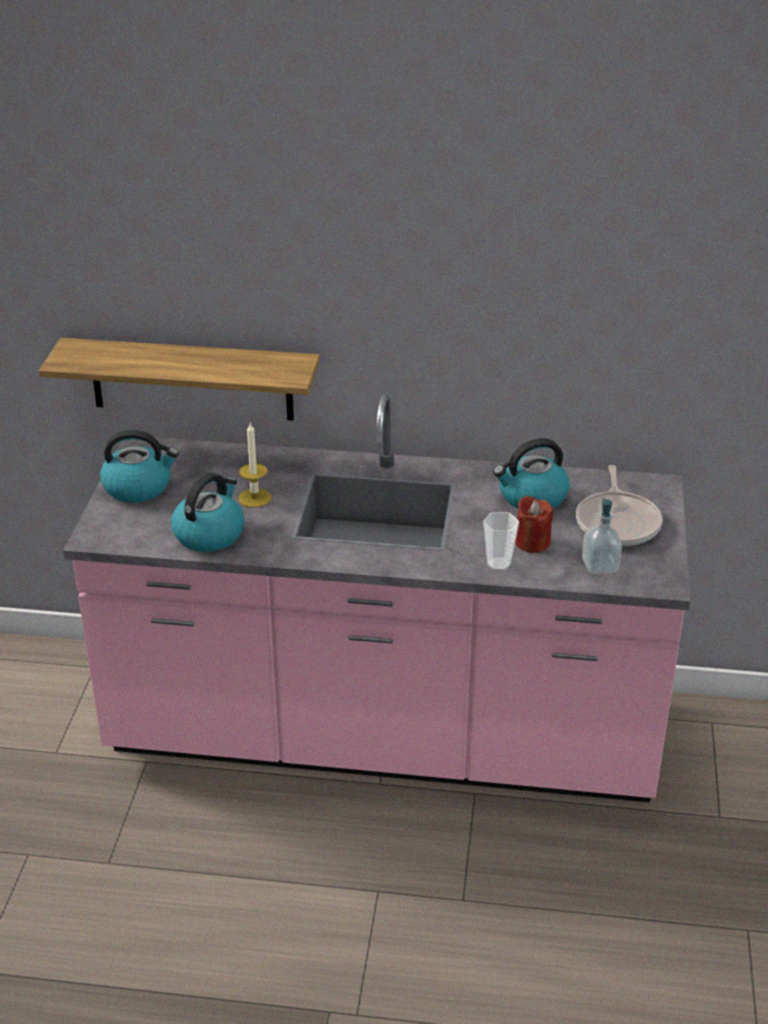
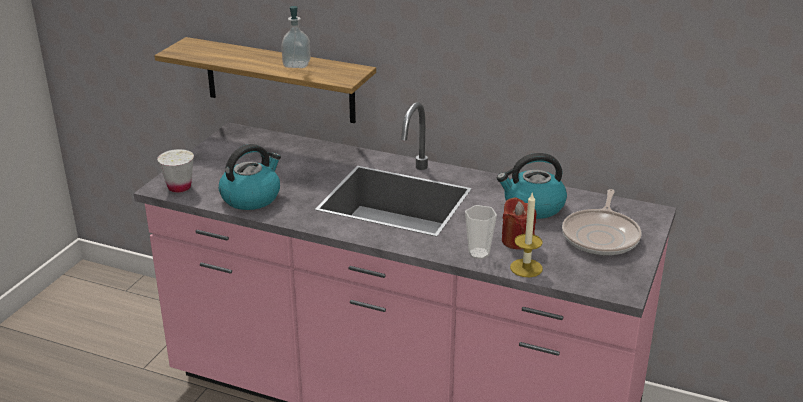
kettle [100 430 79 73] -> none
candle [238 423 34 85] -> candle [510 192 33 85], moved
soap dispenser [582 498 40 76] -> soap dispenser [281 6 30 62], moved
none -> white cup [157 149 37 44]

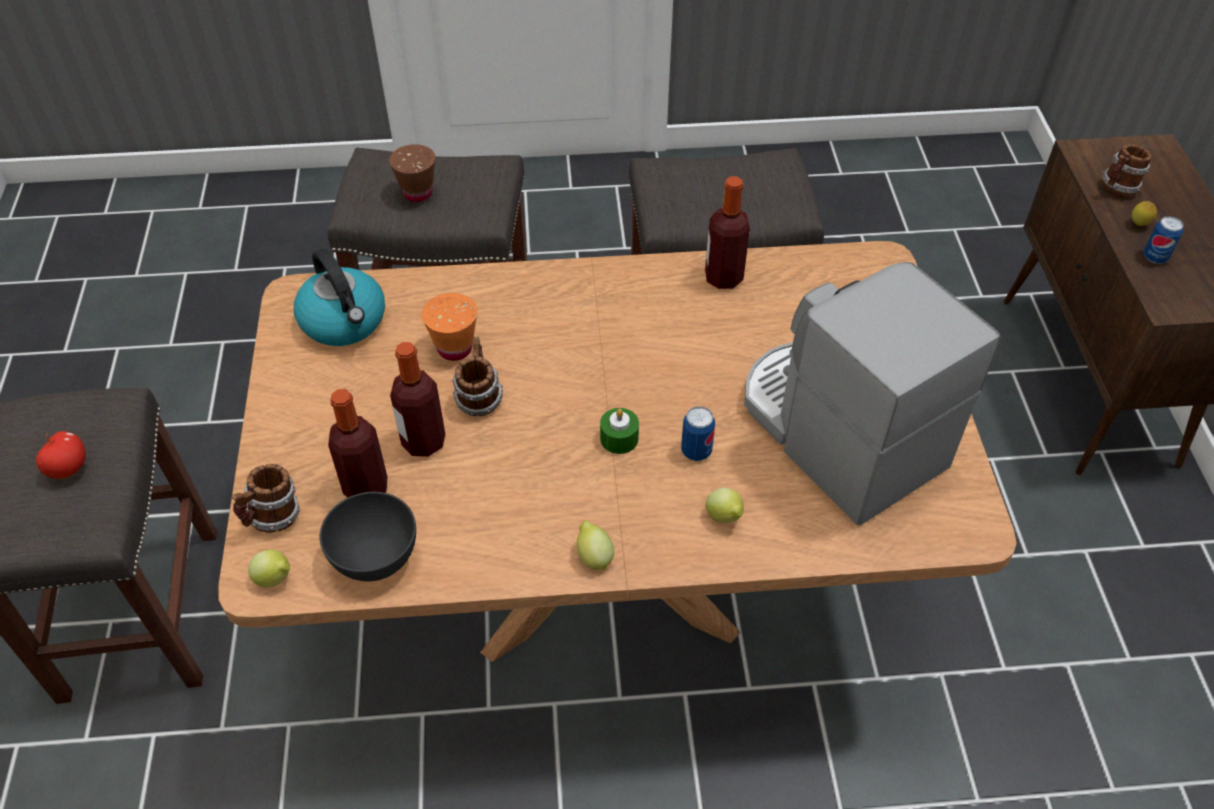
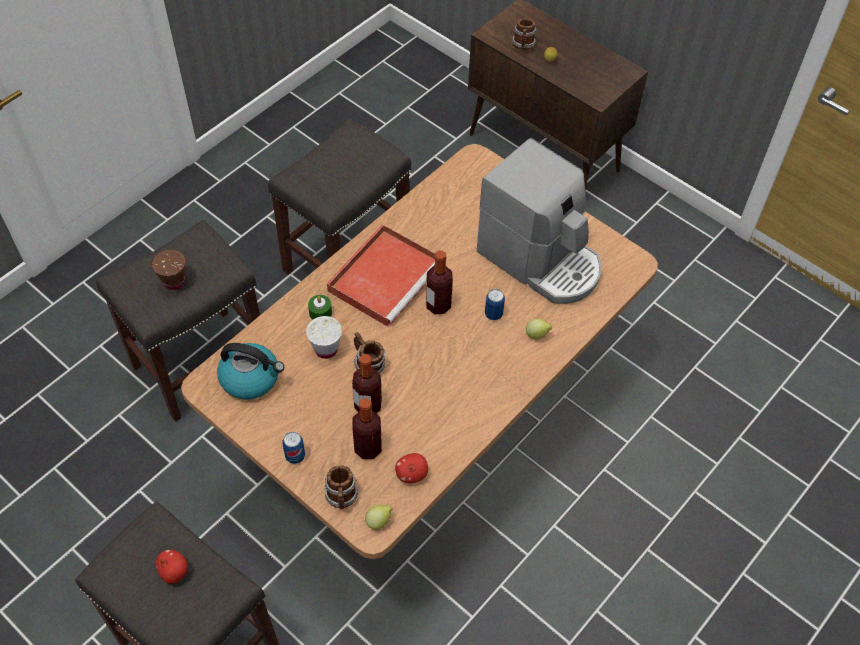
grey bowl [320 492 96 89] -> apple [395 453 33 30]
orange cup [422 293 55 68] -> white cup [306 316 36 43]
lemon [576 520 38 50] -> none
green candle [600 408 39 46] -> green candle [308 295 24 25], moved
bottle [705 176 45 113] -> bottle [426 251 27 63], moved
coffee machine [744 262 257 263] -> coffee machine [477 138 124 166], 150 degrees counterclockwise
can [1143 216 41 48] -> can [282 432 23 32], moved
none -> red tray [327 224 108 103]

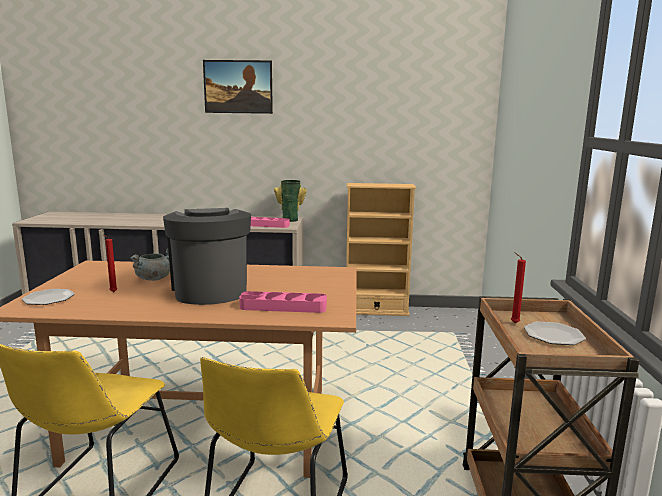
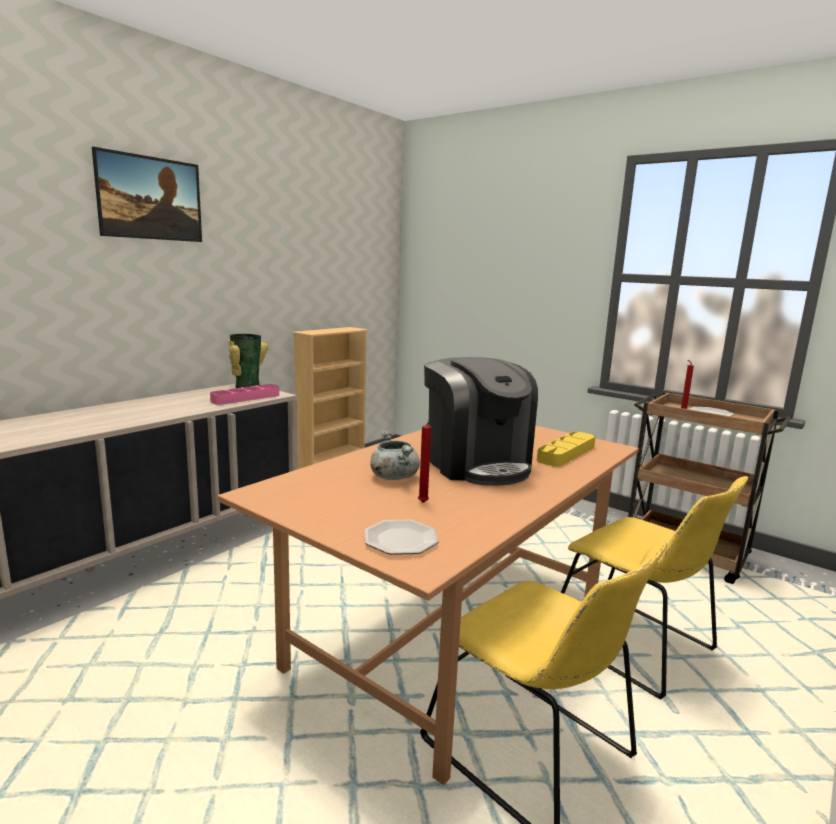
coffee machine [163 208 88 97] -> coffee machine [424 357 114 129], 135 degrees counterclockwise
pink tray [239 291 88 22] -> yellow tray [537 432 59 35]

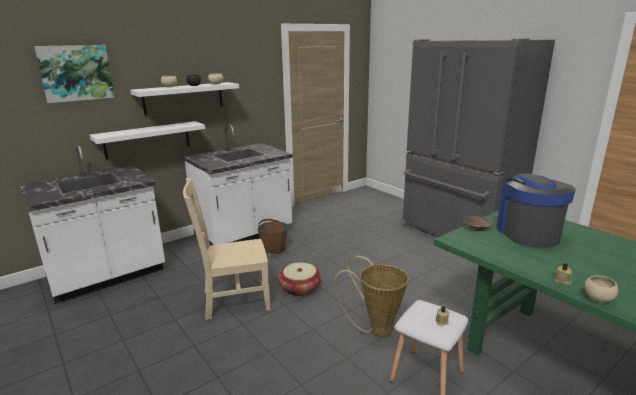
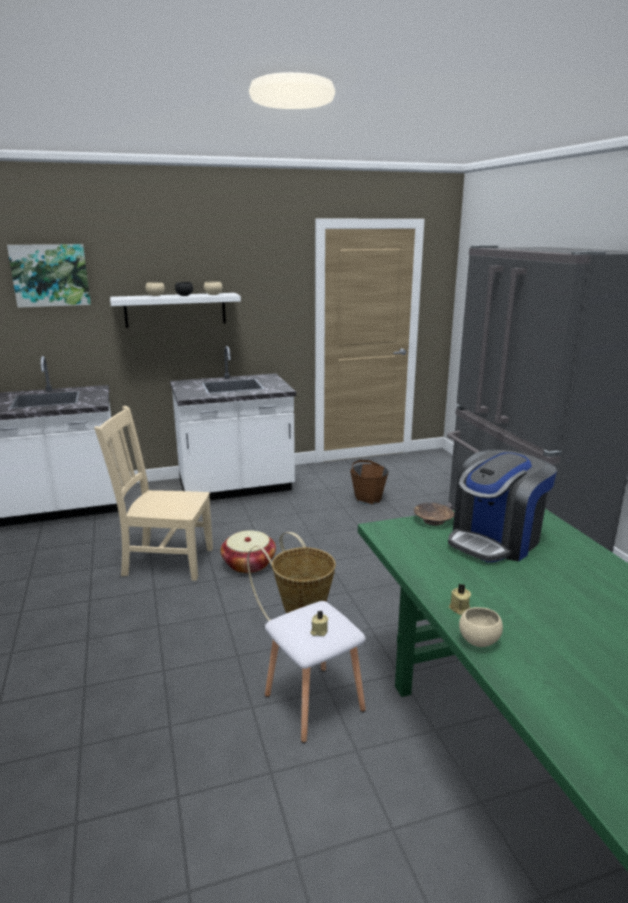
white shelf [90 121 115 38] -> none
brown bucket [258 219 30 36] -> brown bucket [350 460 39 45], moved
coffee machine [496 172 80 76] -> coffee machine [448 450 109 112], 150 degrees counterclockwise

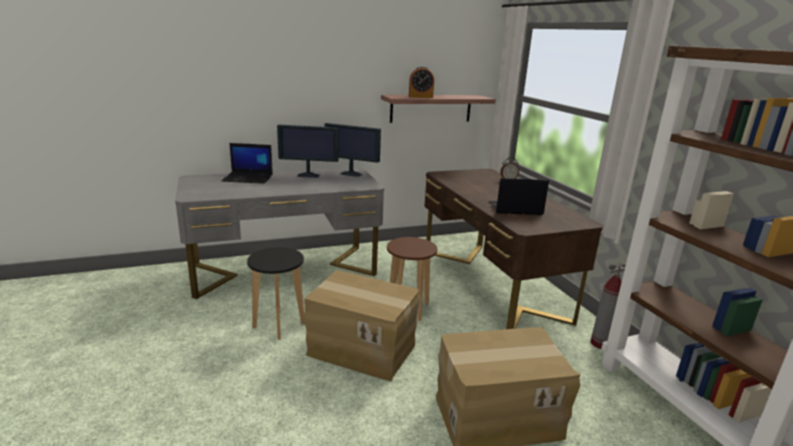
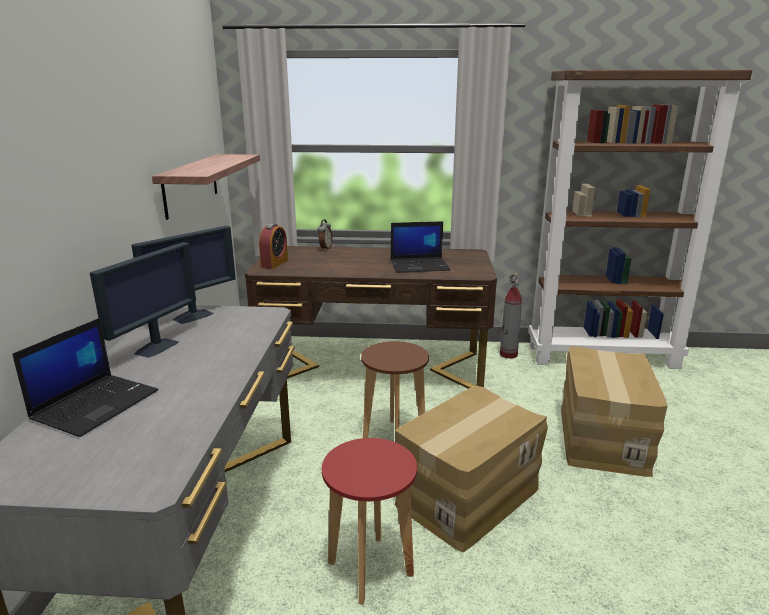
black stool [247 247 58 93] -> red stool [322 438 95 167]
alarm clock [409 66 25 32] -> alarm clock [259 224 29 45], moved
laptop [489 178 60 37] -> laptop [391 221 60 52], 120 degrees counterclockwise

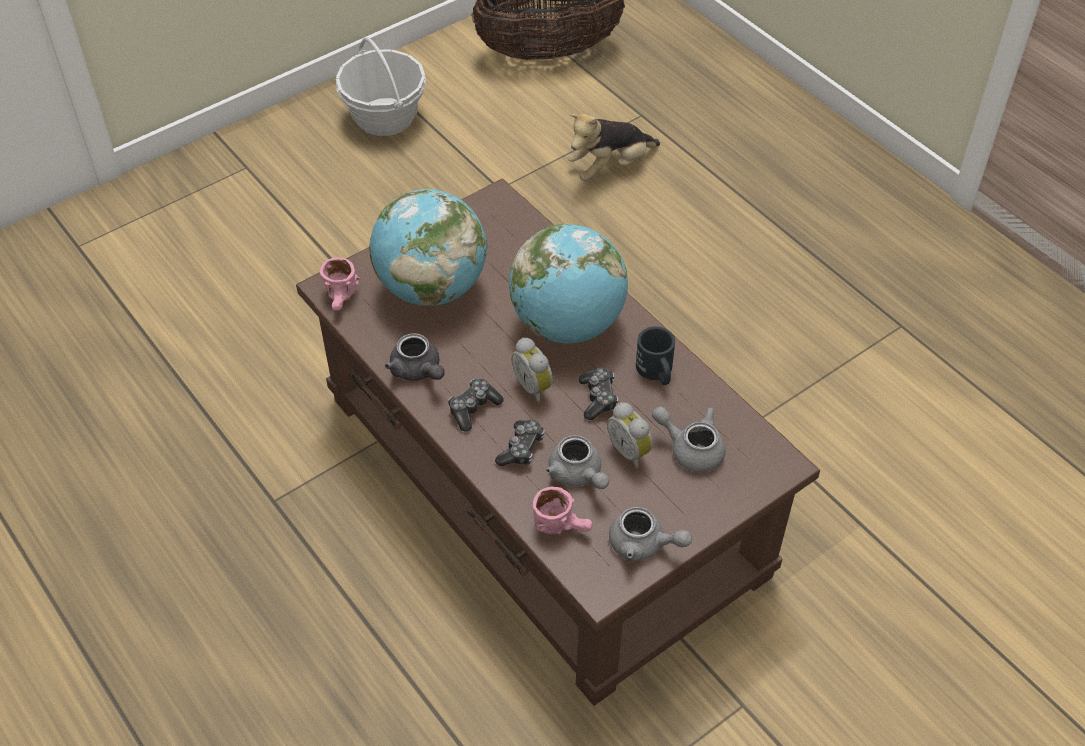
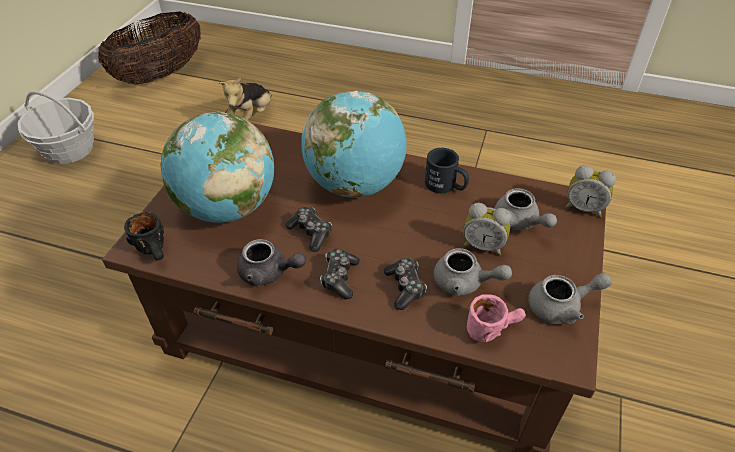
pink mug [320 257 40 54] -> black mug [124 212 40 49]
alarm clock [511 338 42 65] -> alarm clock [565 165 51 52], moved
game controller [579 367 39 53] -> game controller [285 207 47 45], moved
grey teapot [652 406 73 66] -> grey teapot [494 188 63 42], 120 degrees counterclockwise

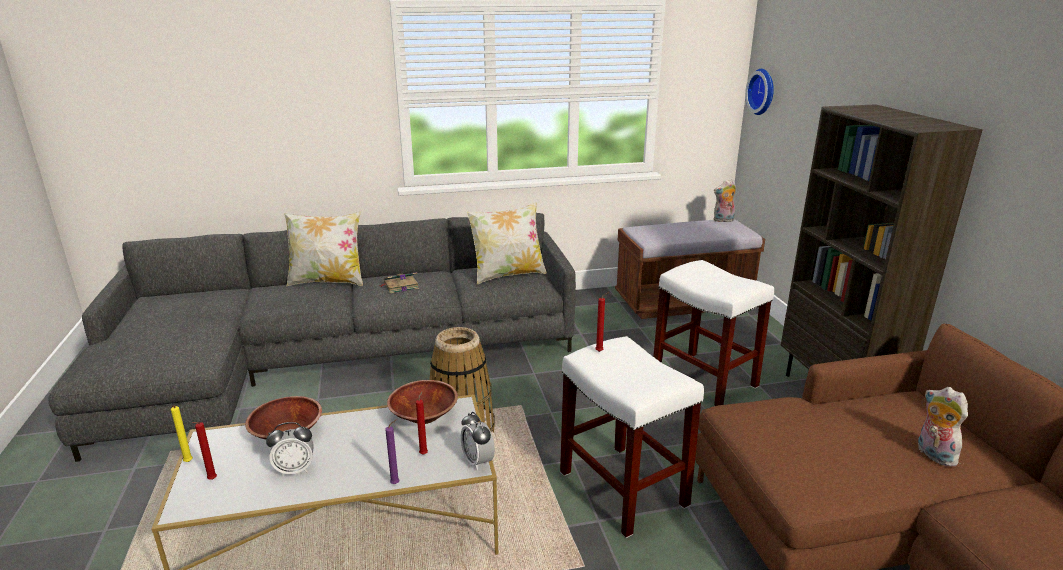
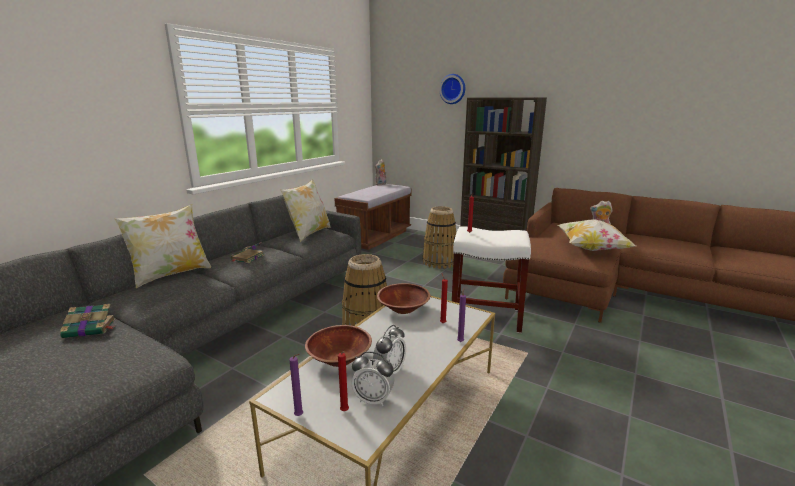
yellow candle [171 405 22 57] -> purple candle [289 354 14 62]
alarm clock [461 412 34 59] -> alarm clock [351 352 44 55], moved
white stool [653 260 121 146] -> basket [422 206 34 63]
wall clock [745 69 29 46] -> wall clock [439 74 26 30], moved
none -> book [60 304 56 34]
none -> pillow [558 219 78 32]

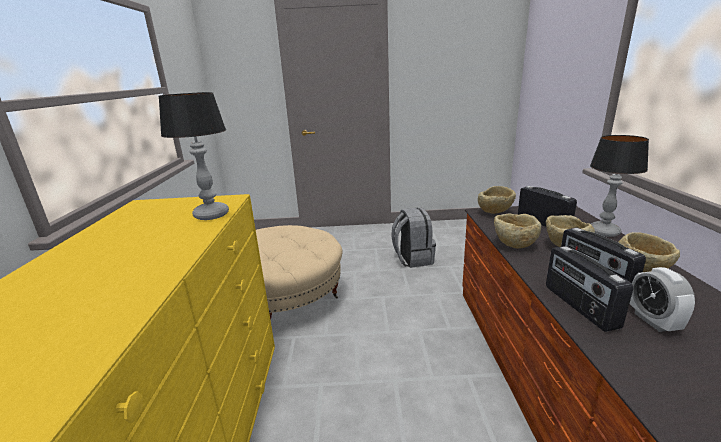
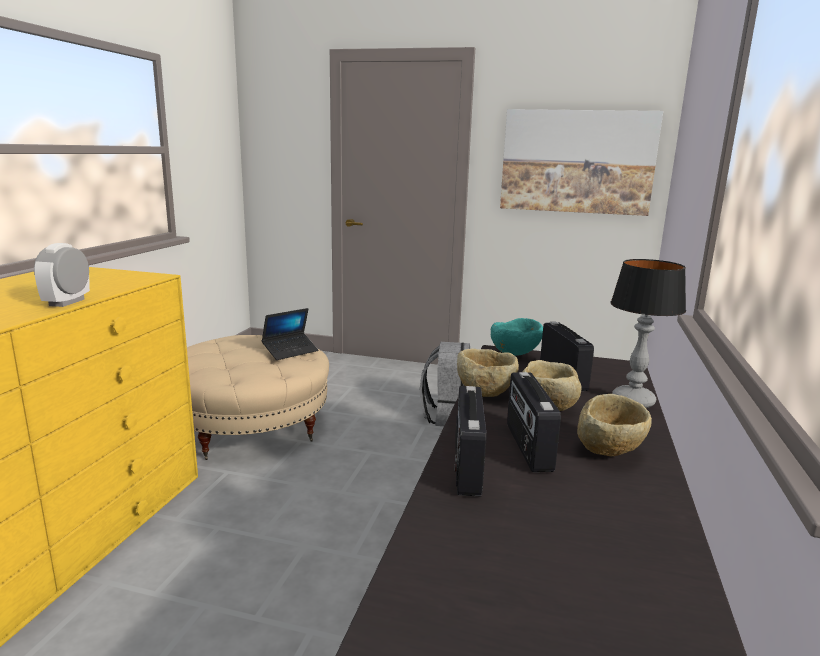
table lamp [159 92 70 128] -> none
beige bowl [478 186 38 28] -> turquoise bowl [491 318 52 38]
alarm clock [629 267 66 65] -> alarm clock [34 243 56 64], moved
none -> laptop [262 308 56 52]
none -> picture [500 109 163 107]

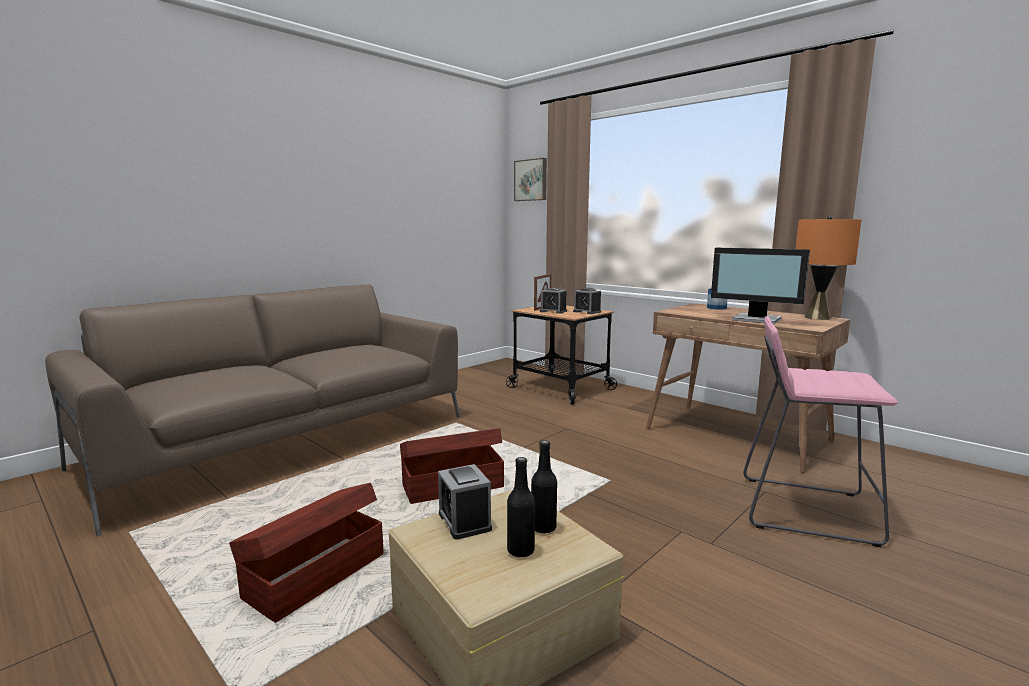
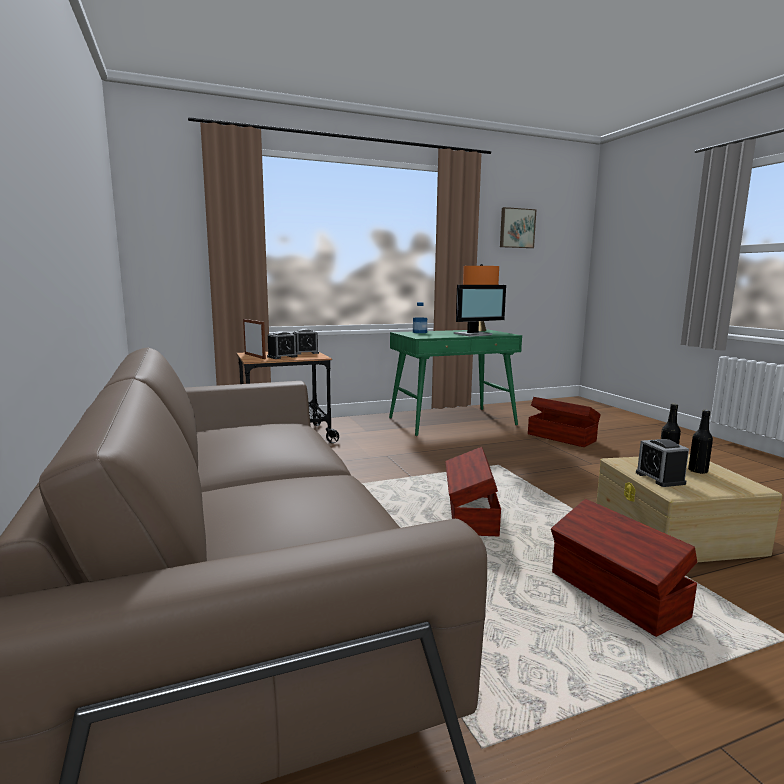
alarm clock [438 464 54 75] -> alarm clock [636 439 53 48], 75 degrees clockwise
picture [514 158 33 43] -> picture [500 207 37 41], moved
brown desk [646 303 205 170] -> green desk [389 329 133 107]
pink stool [743 316 155 231] -> brown storage box [528 397 73 50]

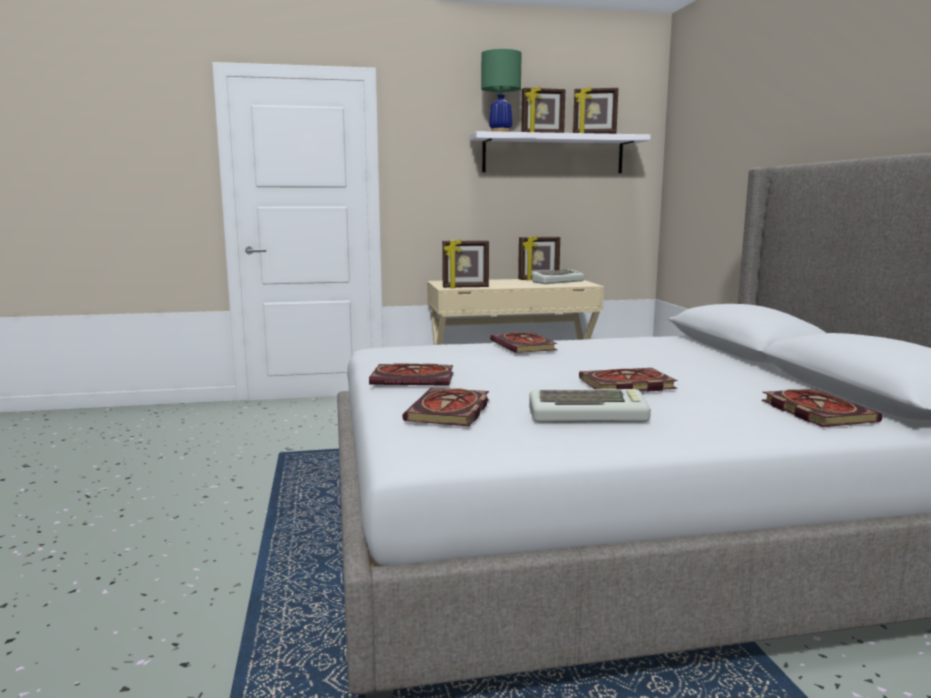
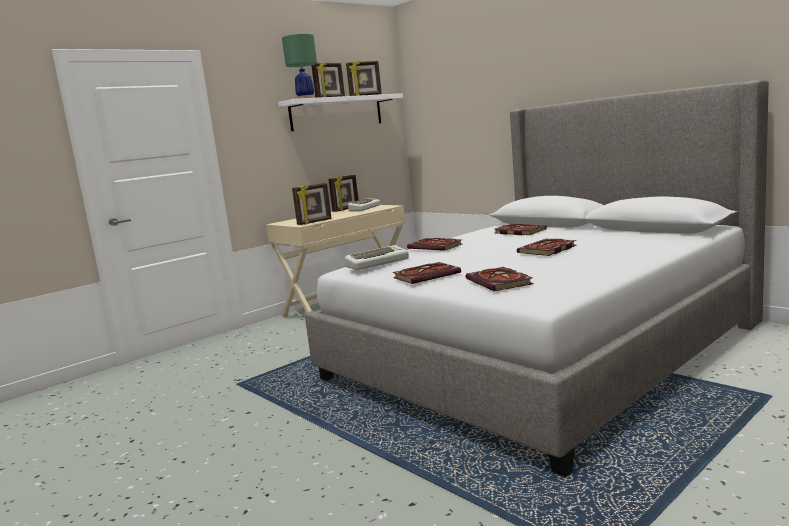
keyboard [529 389 122 34] -> keyboard [345 245 64 25], moved
book [762 389 121 38] -> book [495 224 52 11], moved

